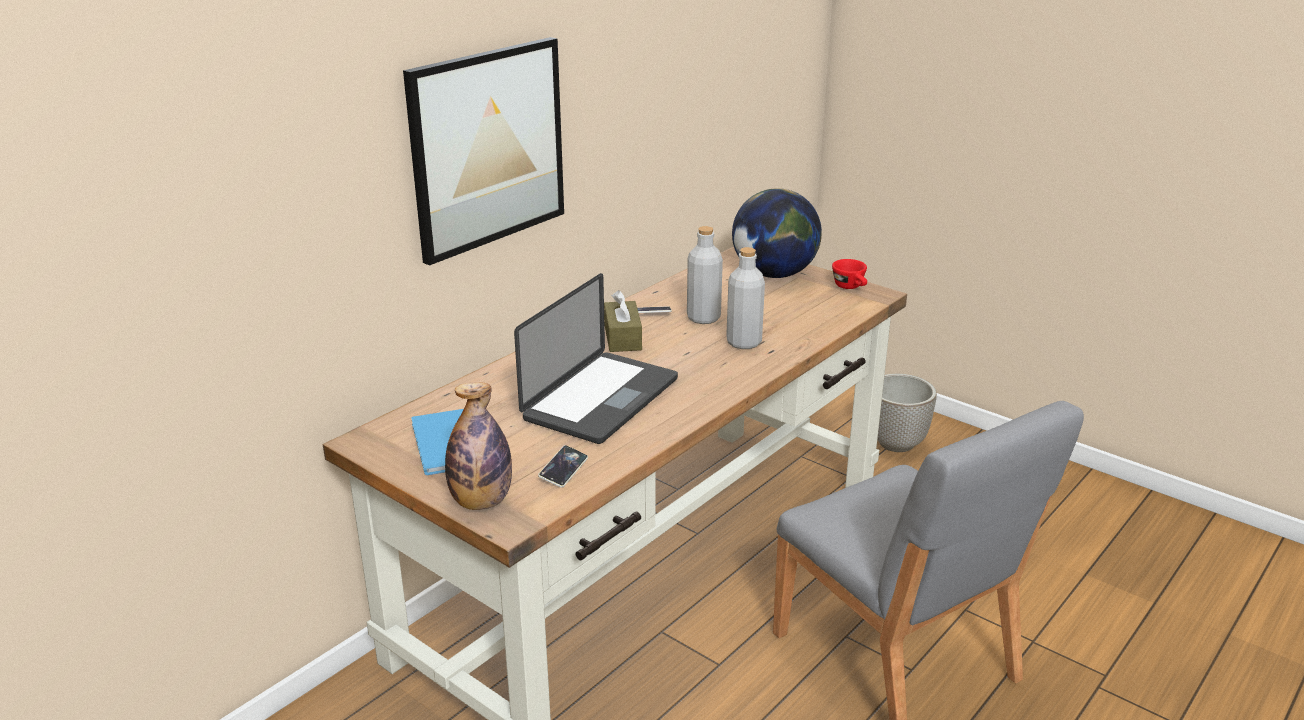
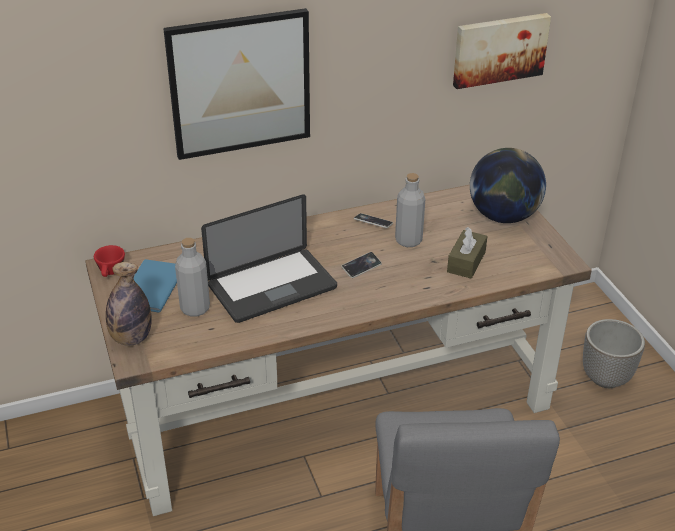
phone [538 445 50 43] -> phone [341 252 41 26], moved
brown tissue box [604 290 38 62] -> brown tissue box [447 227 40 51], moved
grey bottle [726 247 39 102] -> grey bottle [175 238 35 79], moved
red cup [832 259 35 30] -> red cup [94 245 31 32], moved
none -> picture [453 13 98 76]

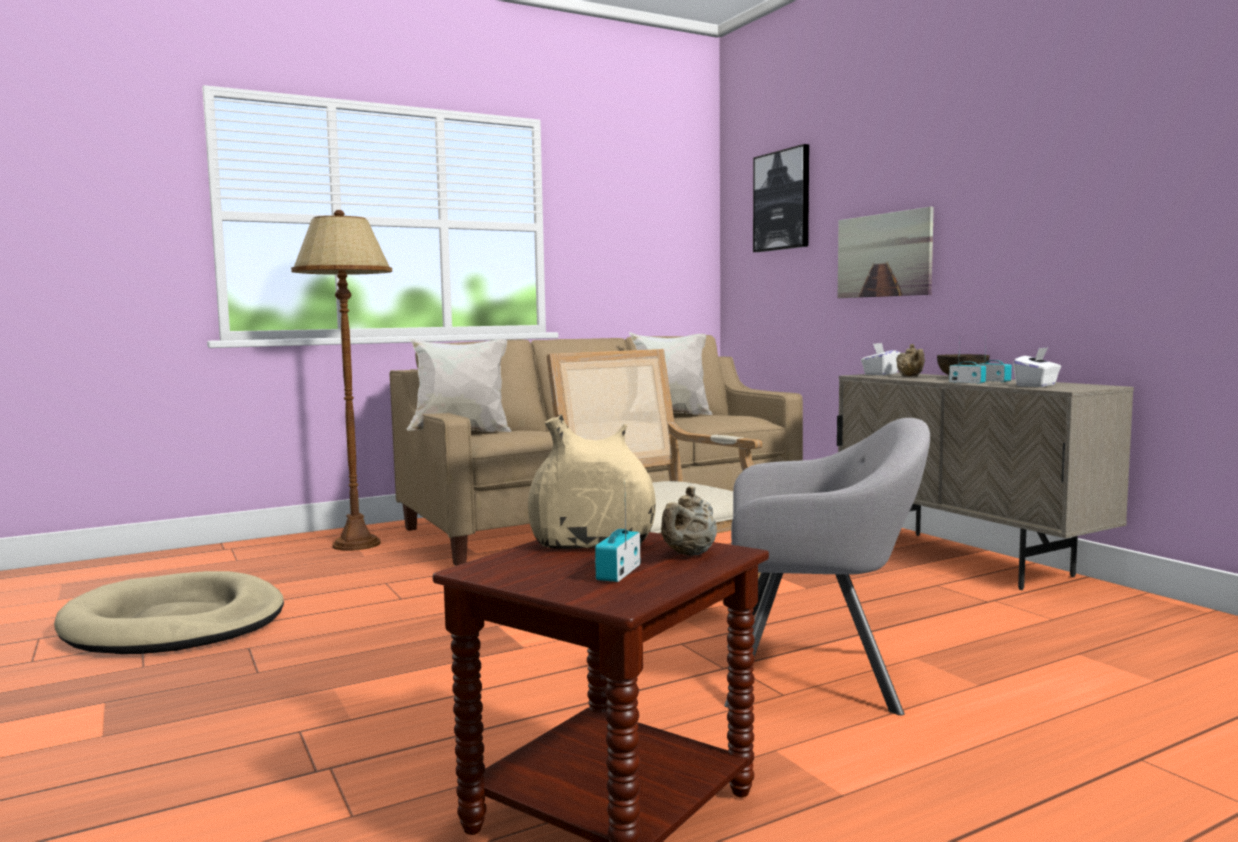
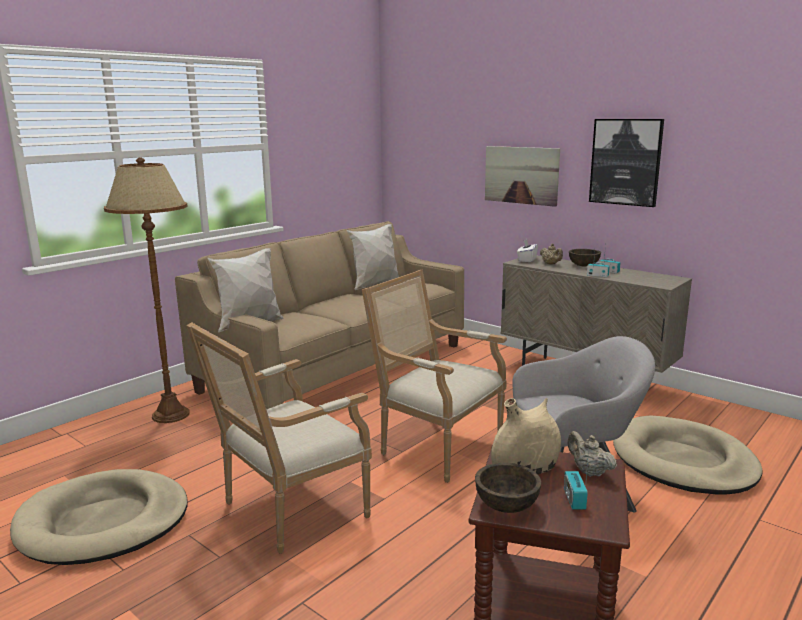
beige teapot [661 486 56 70] -> beige teapot [567 431 50 46], 135 degrees clockwise
picture [753 144 56 108] -> picture [589 119 75 88], moved
white tissue box [1013 347 48 40] -> none
none -> armchair [186 322 186 231]
none -> brown bowl [475 463 66 50]
none -> beige dog bed [613 415 150 79]

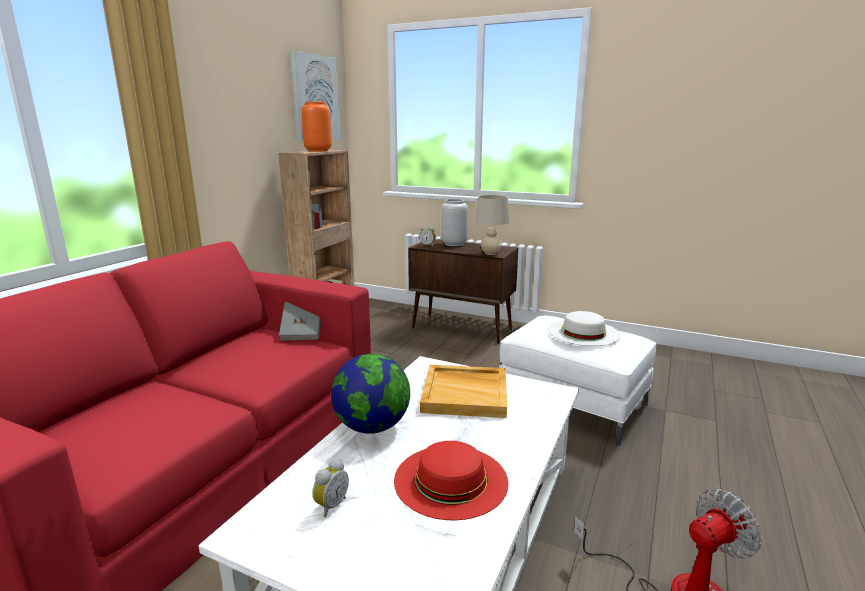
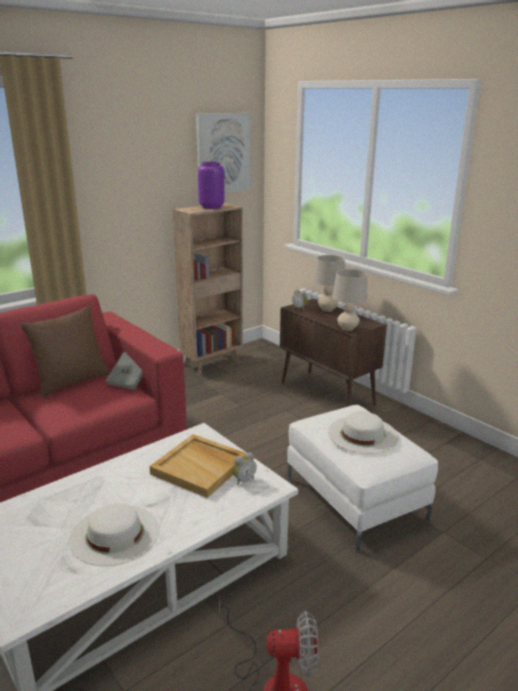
orange vase [301 101 31 51] -> purple vase [198 162 27 47]
alarm clock [313 458 36 59] -> alarm clock [232 452 25 33], moved
globe [331 354 79 80] -> none
red hat [394 441 115 80] -> white hat [69 503 90 63]
grey vase [441 199 27 47] -> beige table lamp [313 255 32 57]
none -> brown pillow [20 306 90 92]

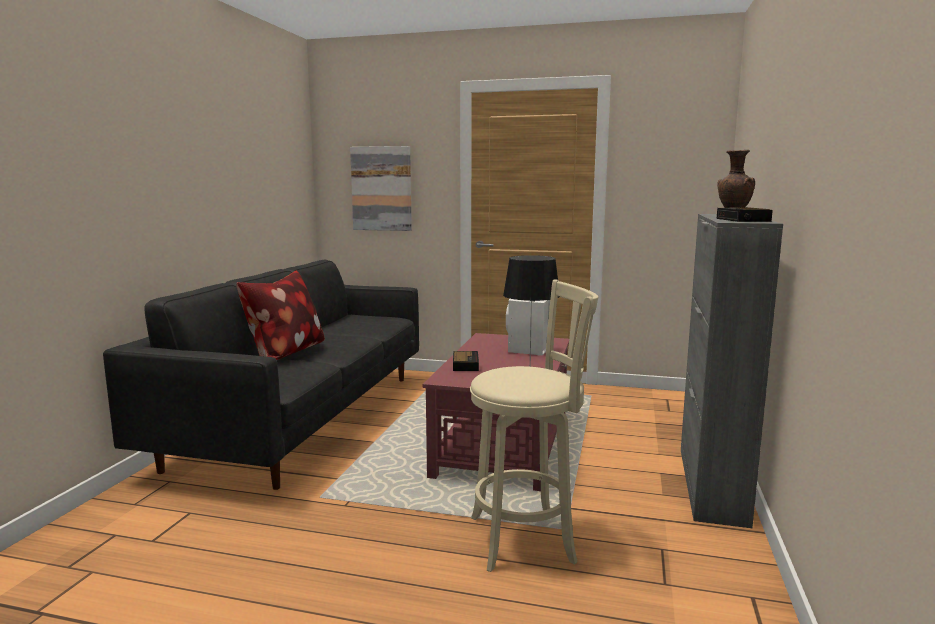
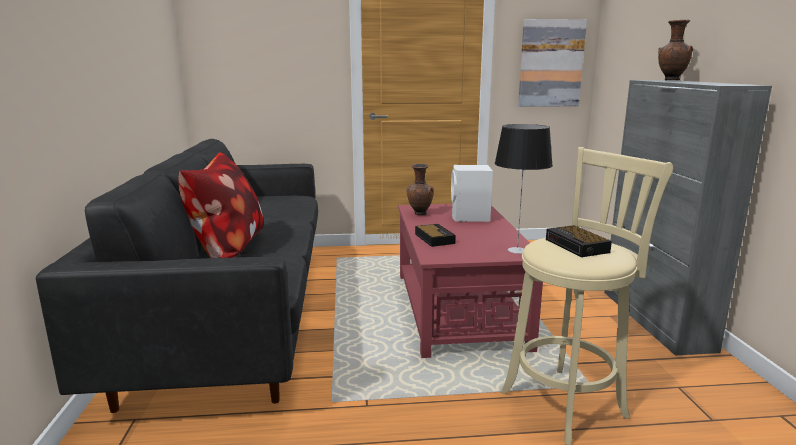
picture [350 146 62 85] -> picture [518 19 69 88], moved
alarm clock [717 207 56 15] -> alarm clock [546 225 66 32], moved
none -> brown vase [406 164 28 51]

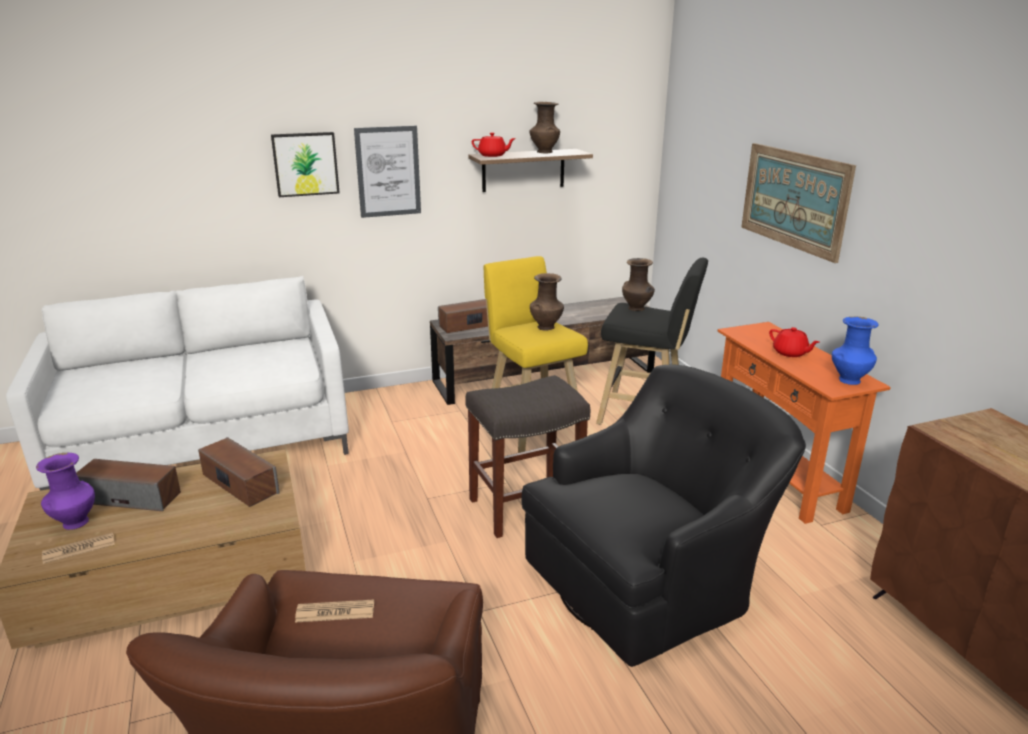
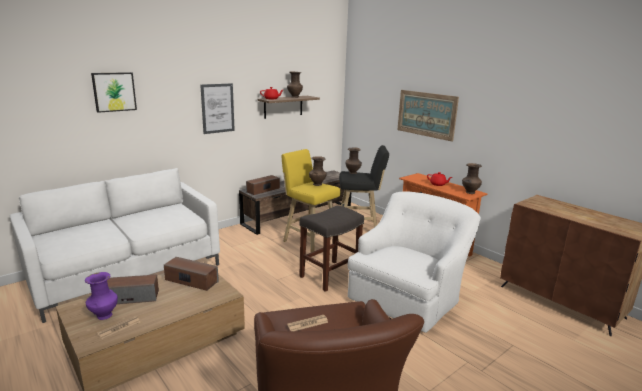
picture [271 132 69 65] -> picture [91 72 46 41], moved
black armchair [521 365 285 302] -> white armchair [348 191 133 142]
blue vase [832 317 47 68] -> brown vase [462 163 20 31]

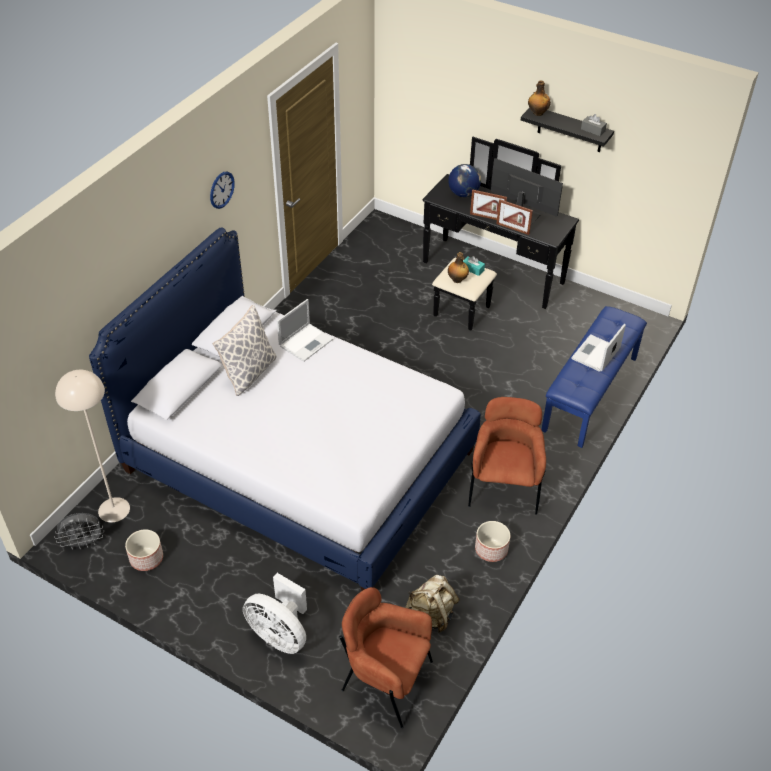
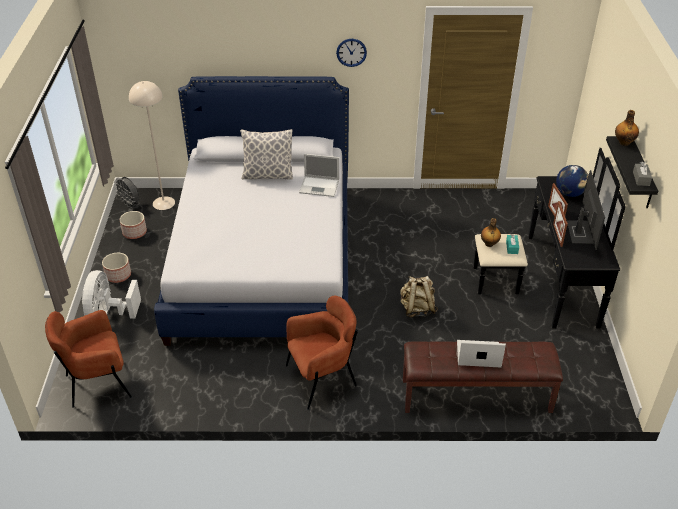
brown armchair [340 587 93 141] -> brown armchair [45 310 87 98], 105 degrees counterclockwise
beige backpack [405 575 55 58] -> beige backpack [400 276 38 41], moved
planter [475 521 35 41] -> planter [102 253 29 30], moved
blue bench [541 306 106 142] -> brown bench [403 341 160 72]

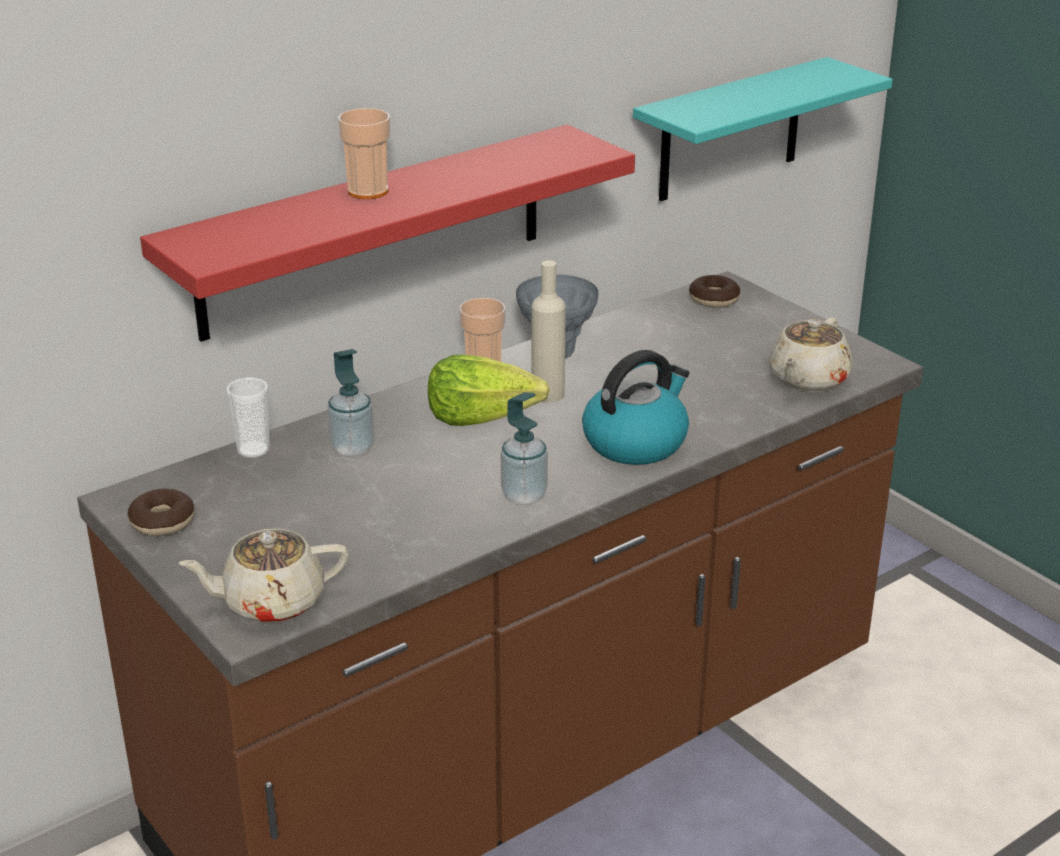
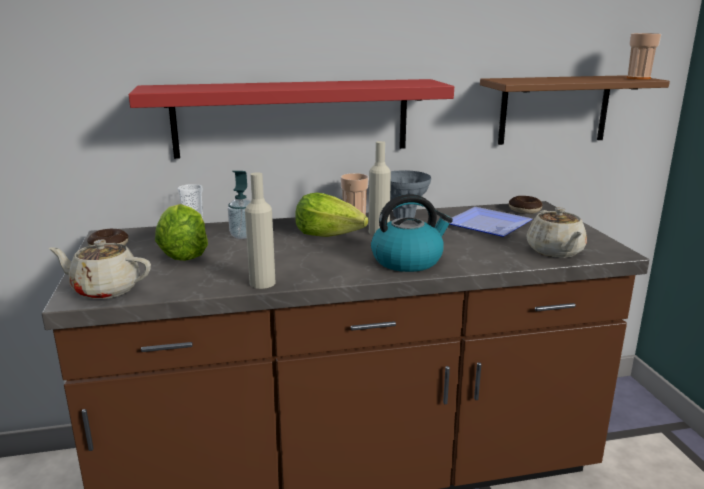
cup [338 108 52 91] -> cup [627 33 34 47], moved
soap dispenser [501 392 47 113] -> none
turquoise shelf [633 57 260 144] -> brown shelf [480 75 190 70]
beige teapot [769 318 83 74] -> beige teapot [526 207 61 51], 60 degrees counterclockwise
none -> lettuce [155 204 53 57]
none -> beige bottle [245 173 30 116]
none -> plate [450 207 82 30]

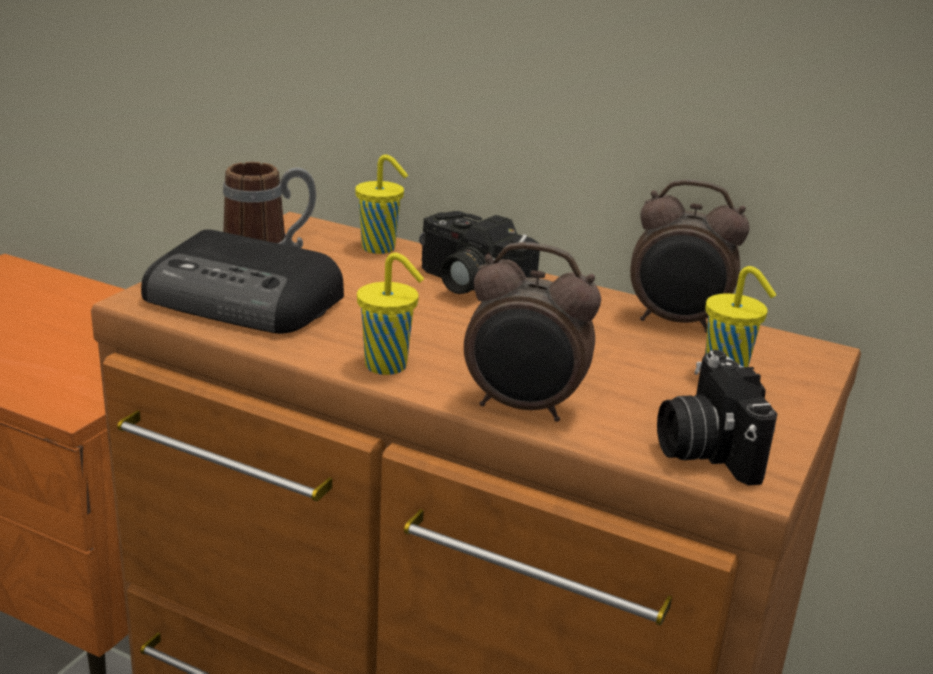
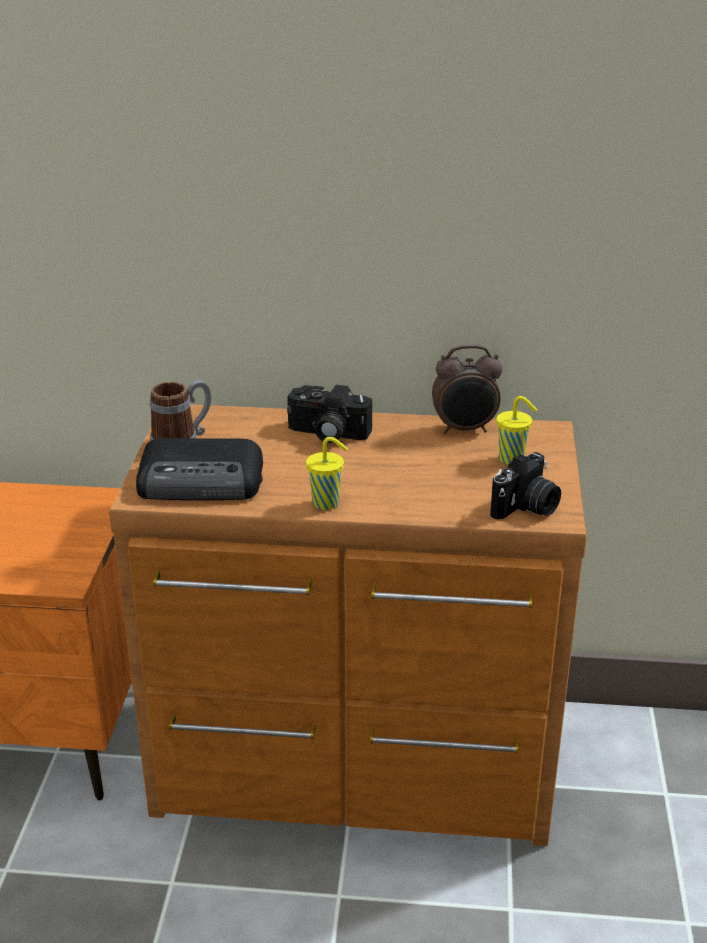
yellow cup [355 155 53 99] -> none
alarm clock [464 242 137 180] -> none
photo camera [657 350 120 135] -> photo camera [490 452 71 67], 105 degrees counterclockwise

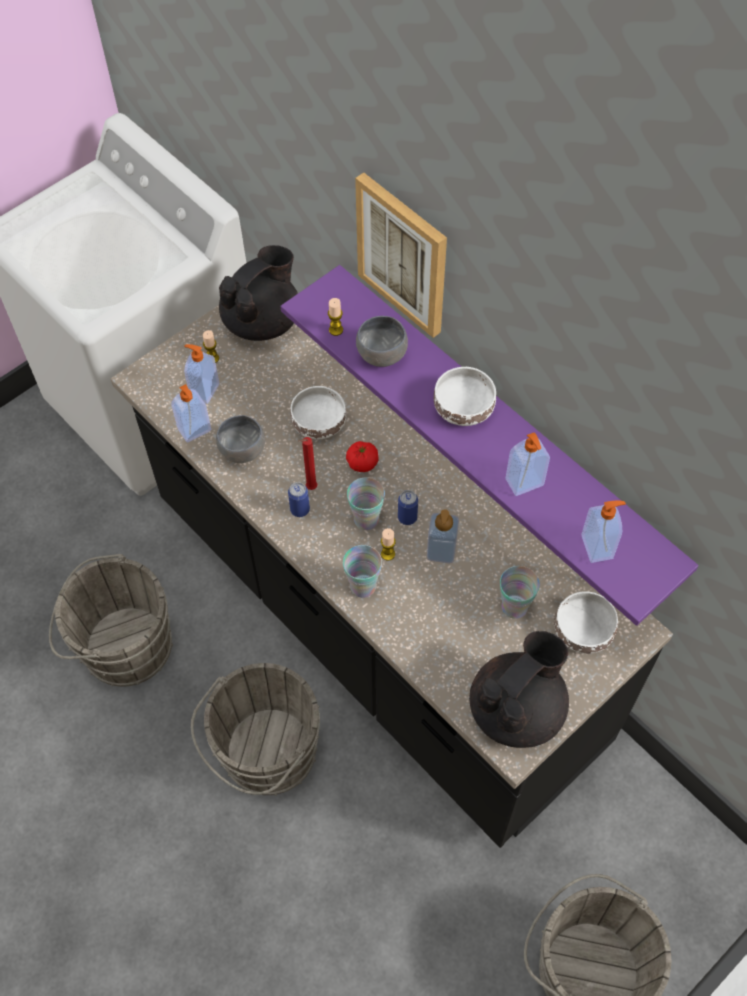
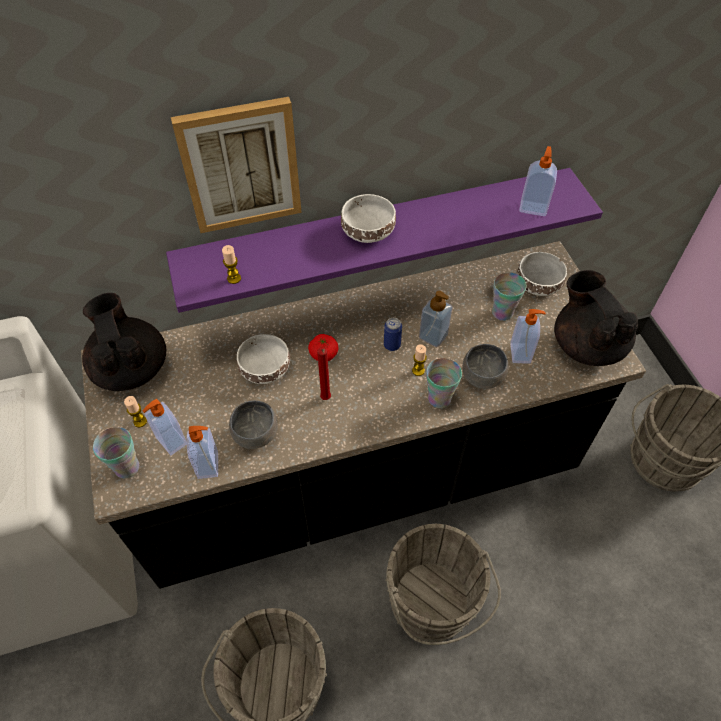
can [288 482 22 35] -> none
cup [347 477 38 53] -> cup [93 427 46 51], moved
grey bowl [356 316 52 51] -> grey bowl [463 344 45 45], moved
soap dispenser [505 432 45 64] -> soap dispenser [510 309 36 55], moved

